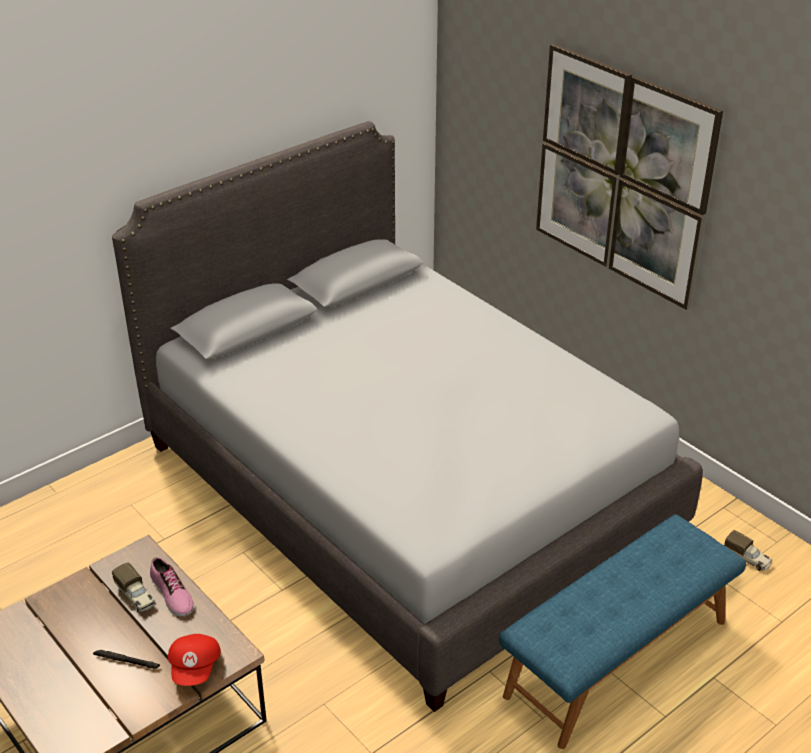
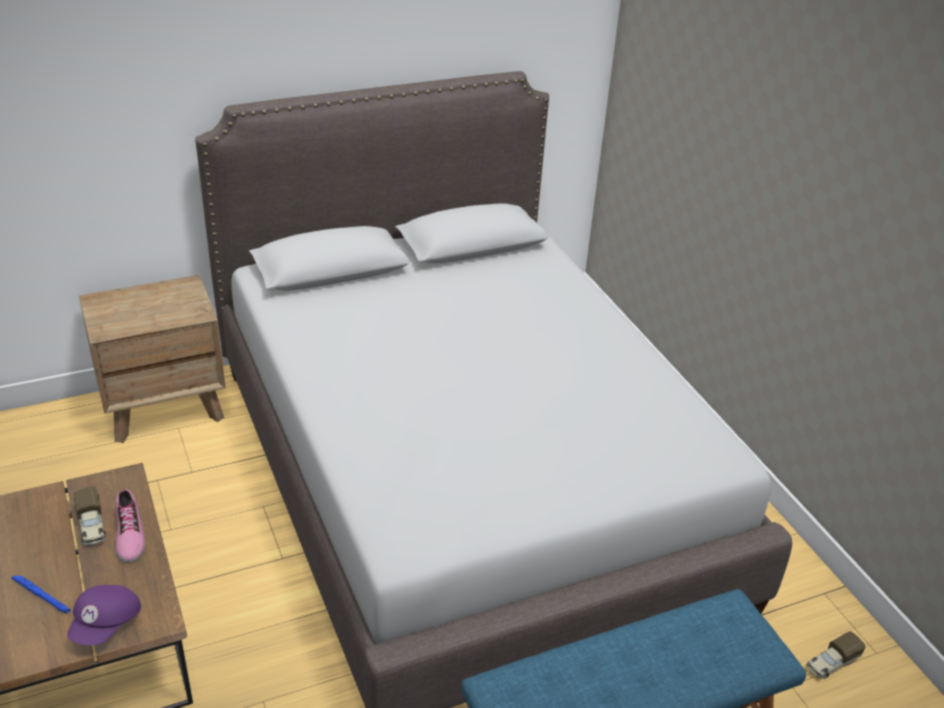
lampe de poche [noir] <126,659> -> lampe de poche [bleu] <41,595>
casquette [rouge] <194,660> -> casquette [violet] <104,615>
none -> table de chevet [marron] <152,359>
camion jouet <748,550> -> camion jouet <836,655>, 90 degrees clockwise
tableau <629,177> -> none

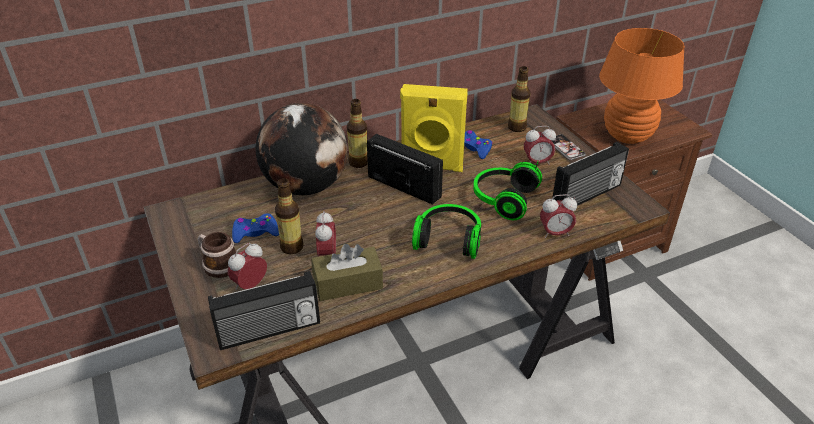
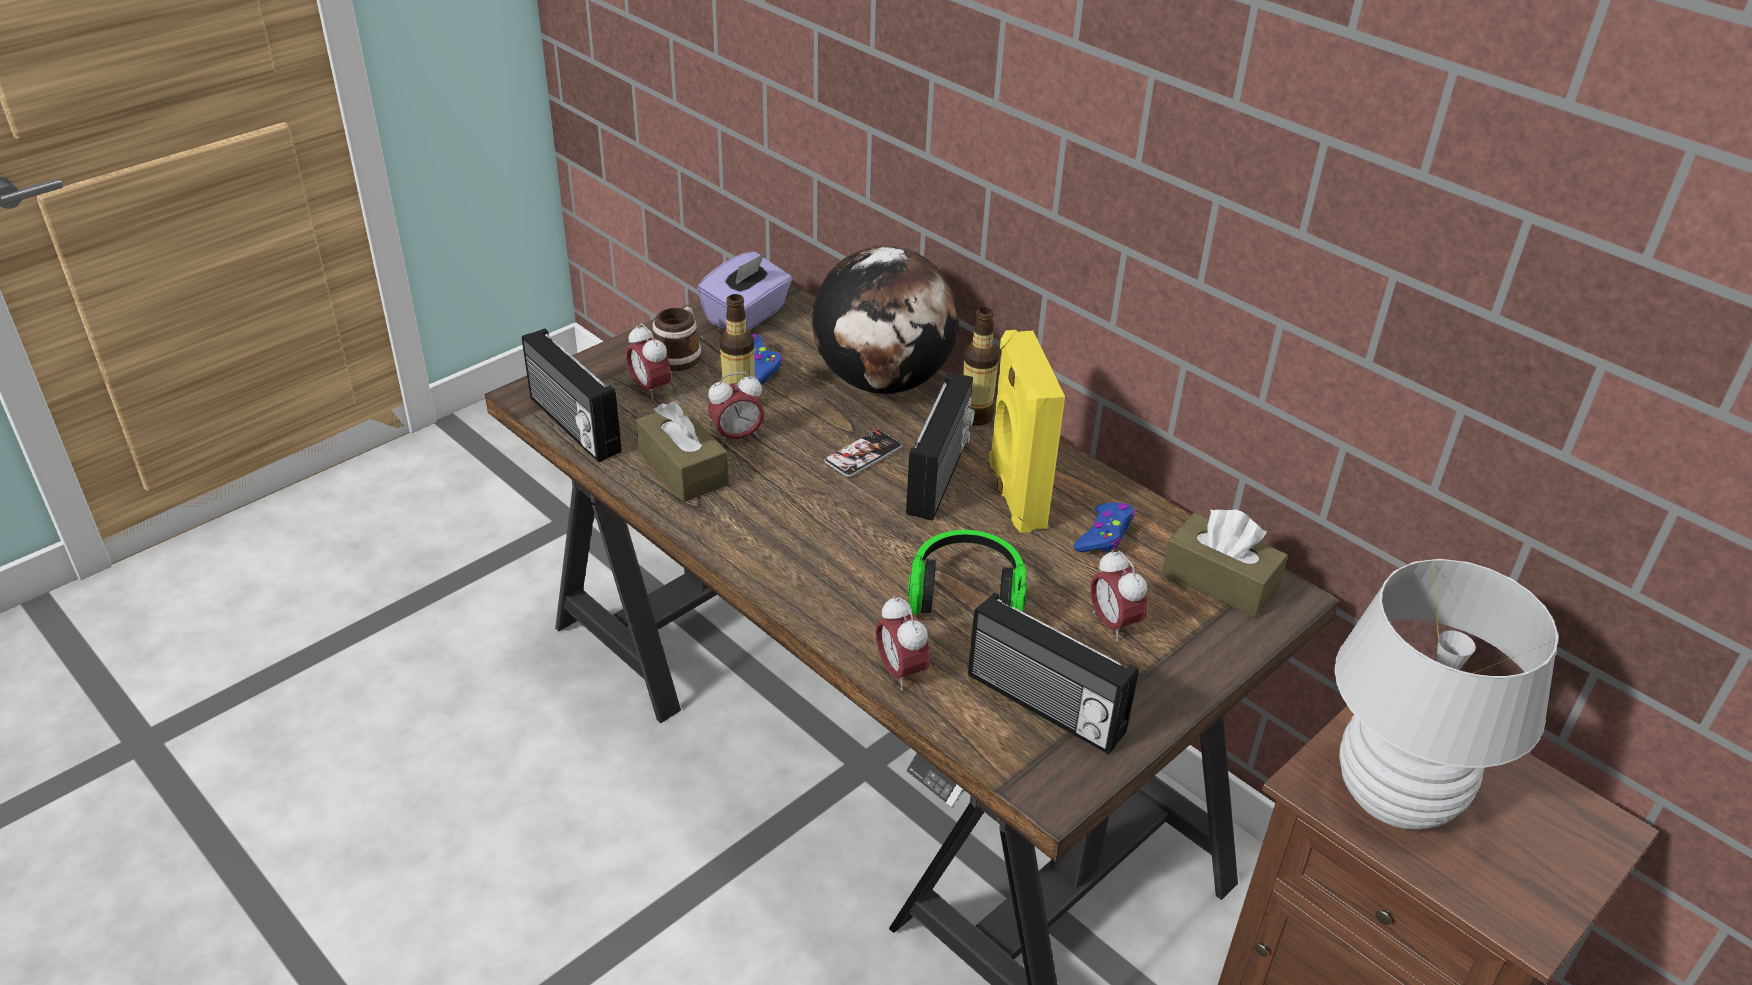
réveil <247,266> -> réveil <648,362>, 150 degrees counterclockwise
none -> boîte à mouchoirs [violet] <744,290>
téléphone <569,147> -> téléphone <863,453>, shifted
bouteille <519,99> -> boîte à mouchoirs [marron] <1225,563>
lampe de table [orange] <642,86> -> lampe de table [blanc] <1446,694>
casque audio <446,231> -> none

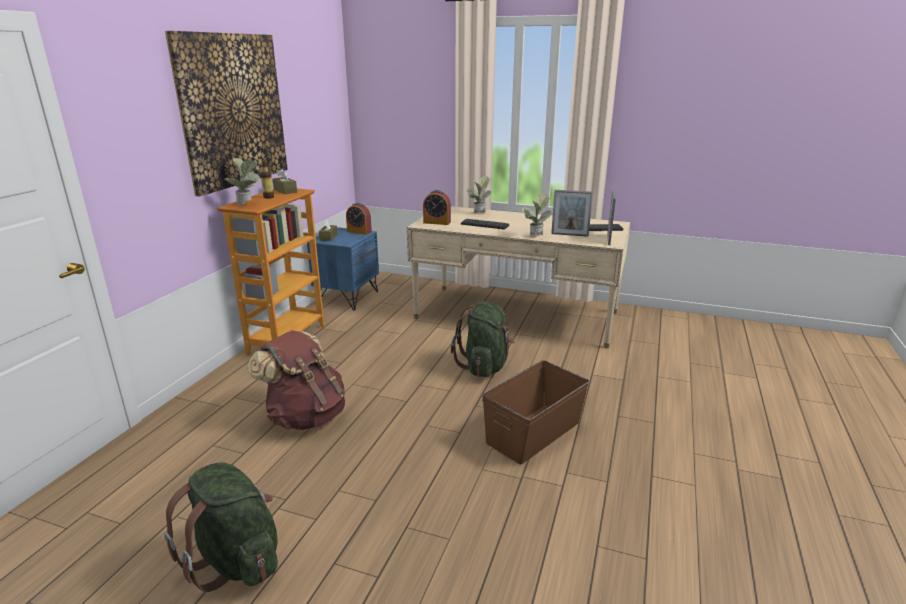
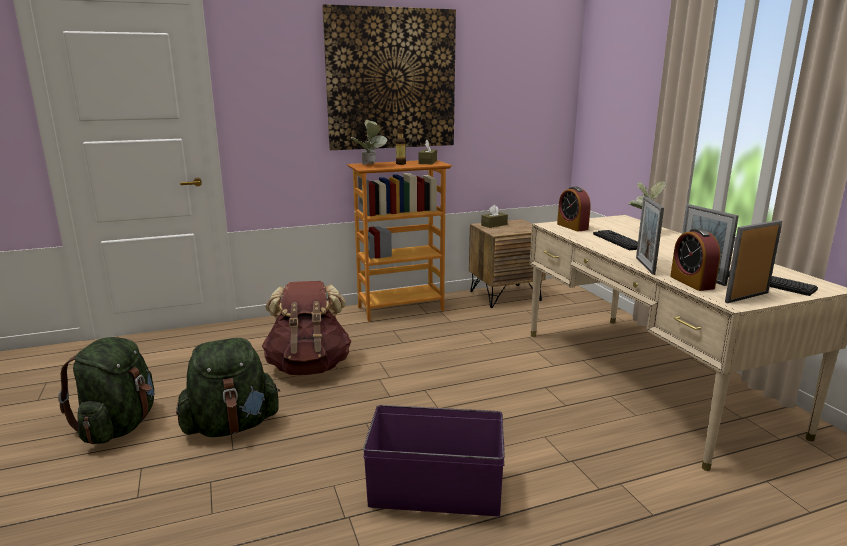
sac à dos [vert] <483,339> -> sac à dos [vert] <228,387>, shifted
boîte de rangement [marron] <536,412> -> boîte de rangement [violet] <434,460>
table de chevet [bleu] <343,268> -> table de chevet [marron] <507,263>
plante en pot <537,214> -> cadre photo <650,235>
réveil <359,219> -> réveil <695,259>, shifted

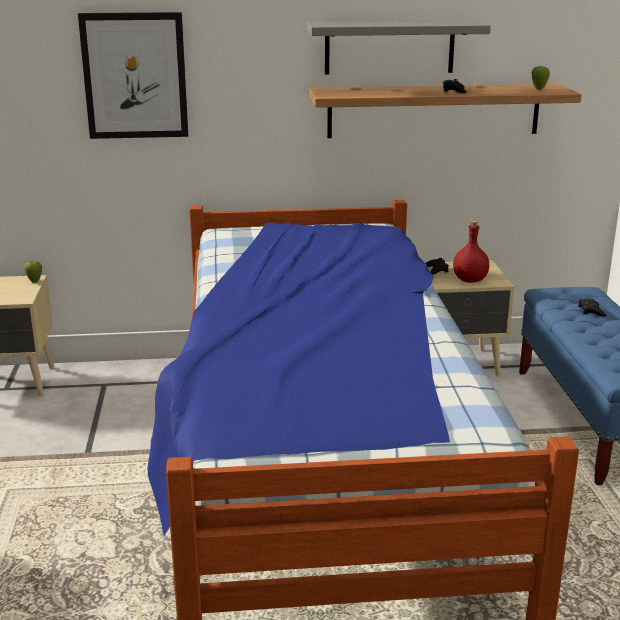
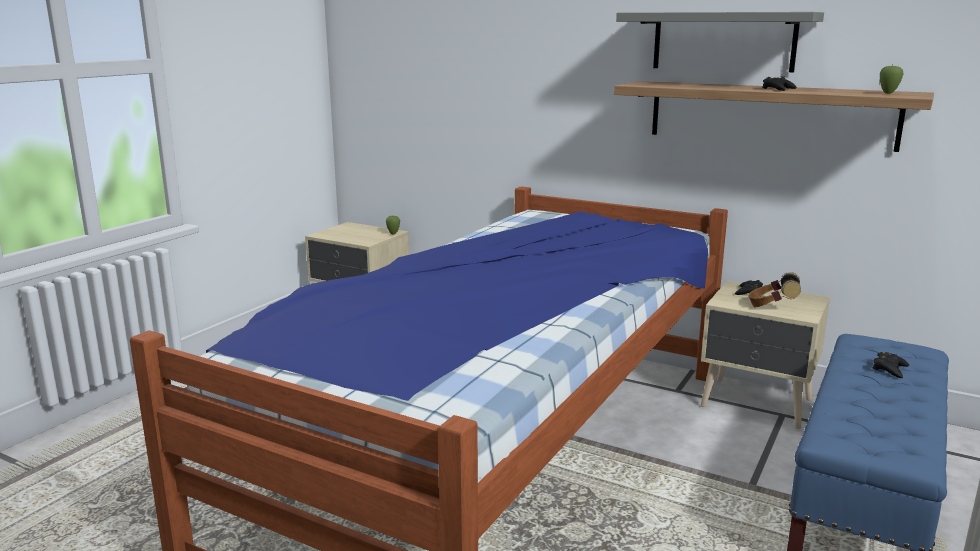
bouteille [rouge] <471,252> -> casque audio <774,289>
tableau <133,75> -> none

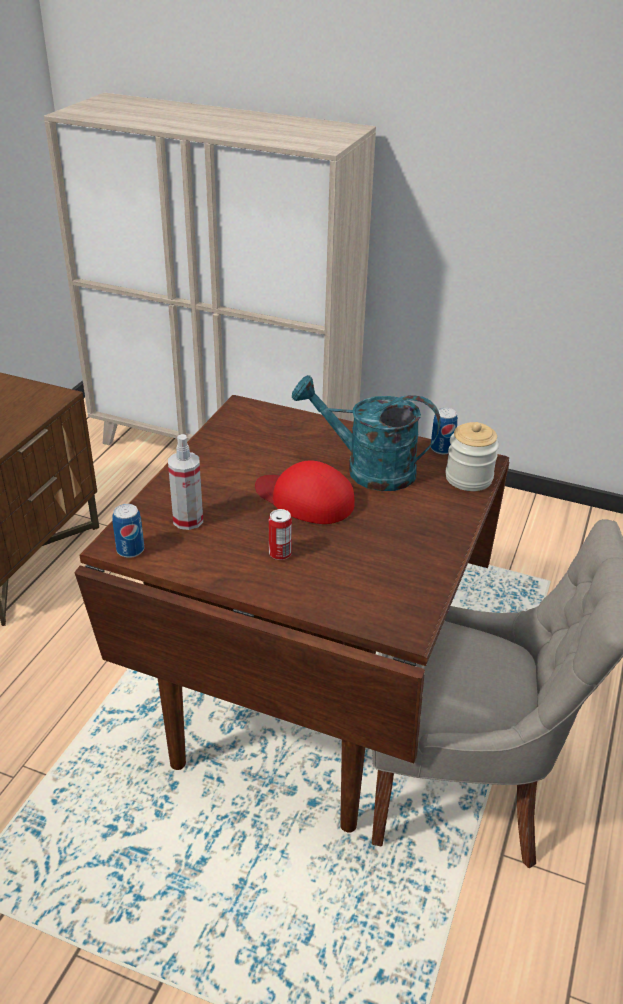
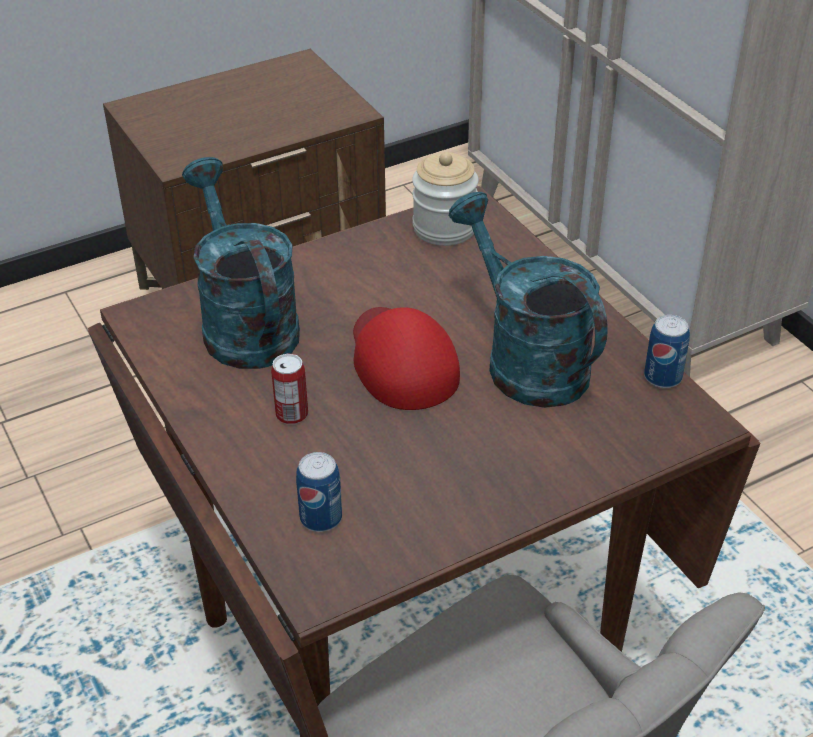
vaporisateur <185,482> -> arrosoir [turquoise] <241,263>
boîte métallique <128,531> -> boîte métallique <319,492>, shifted
bocal <472,456> -> bocal <445,199>, shifted

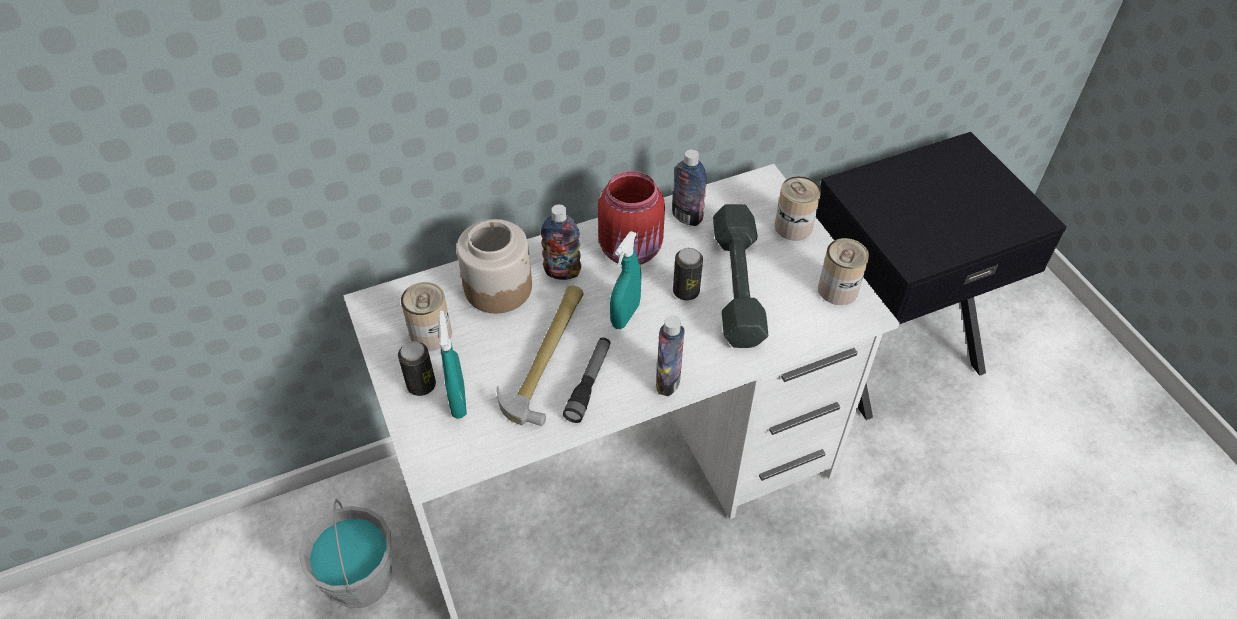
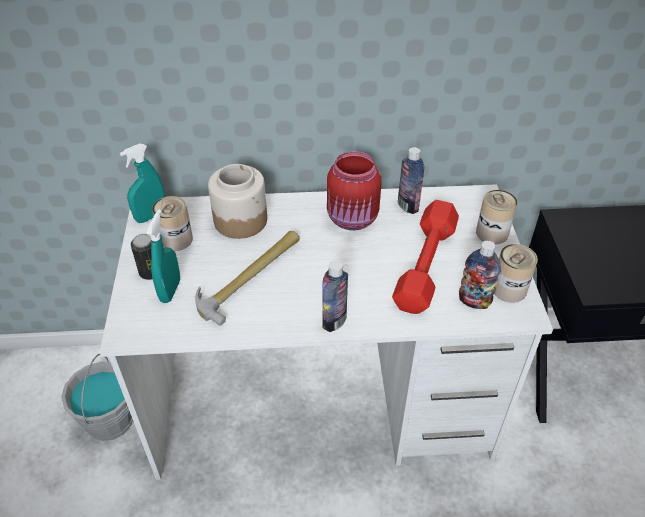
vaporisateur [turquoise] <625,280> -> vaporisateur [turquoise] <142,183>, shifted
haltère [gris] <740,276> -> haltère [rouge] <425,257>
bouteille <560,242> -> bouteille <480,275>, shifted
lampe de poche <586,380> -> none
boîte métallique <688,274> -> none

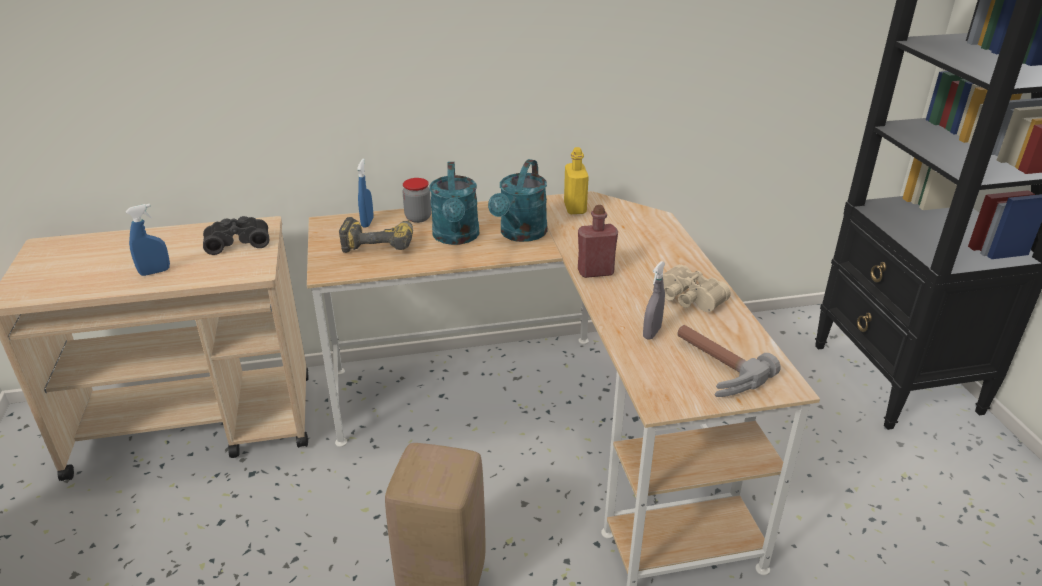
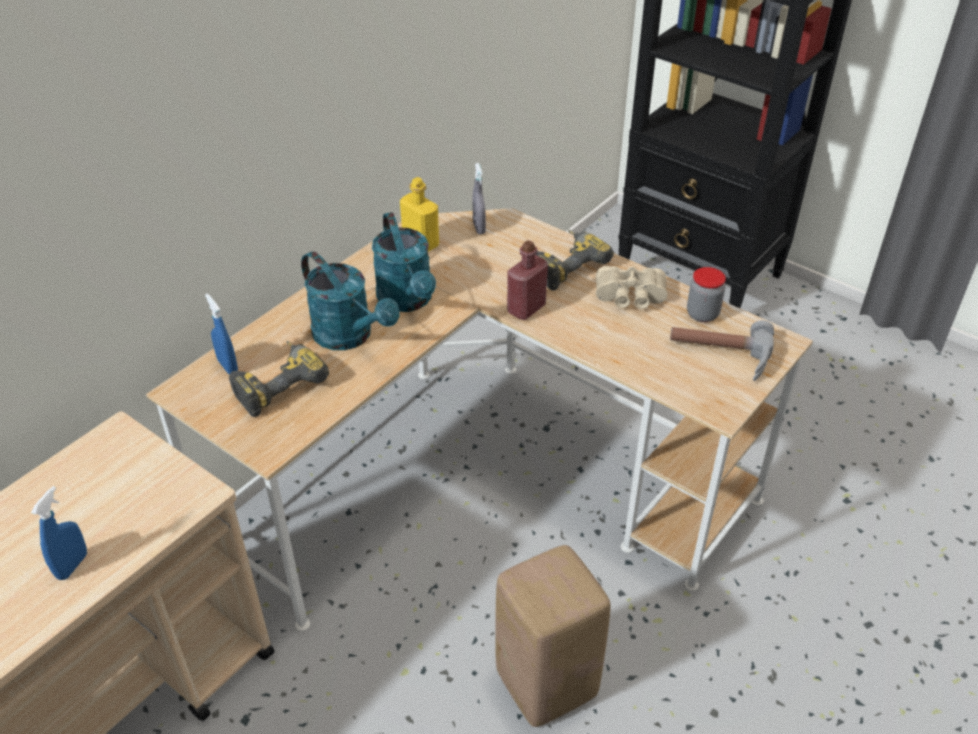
vaporisateur [gris] <654,300> -> vaporisateur [gris] <479,198>, shifted
none -> perceuse <574,260>
bocal <417,200> -> bocal <706,294>, shifted
jumelles [noir] <236,235> -> none

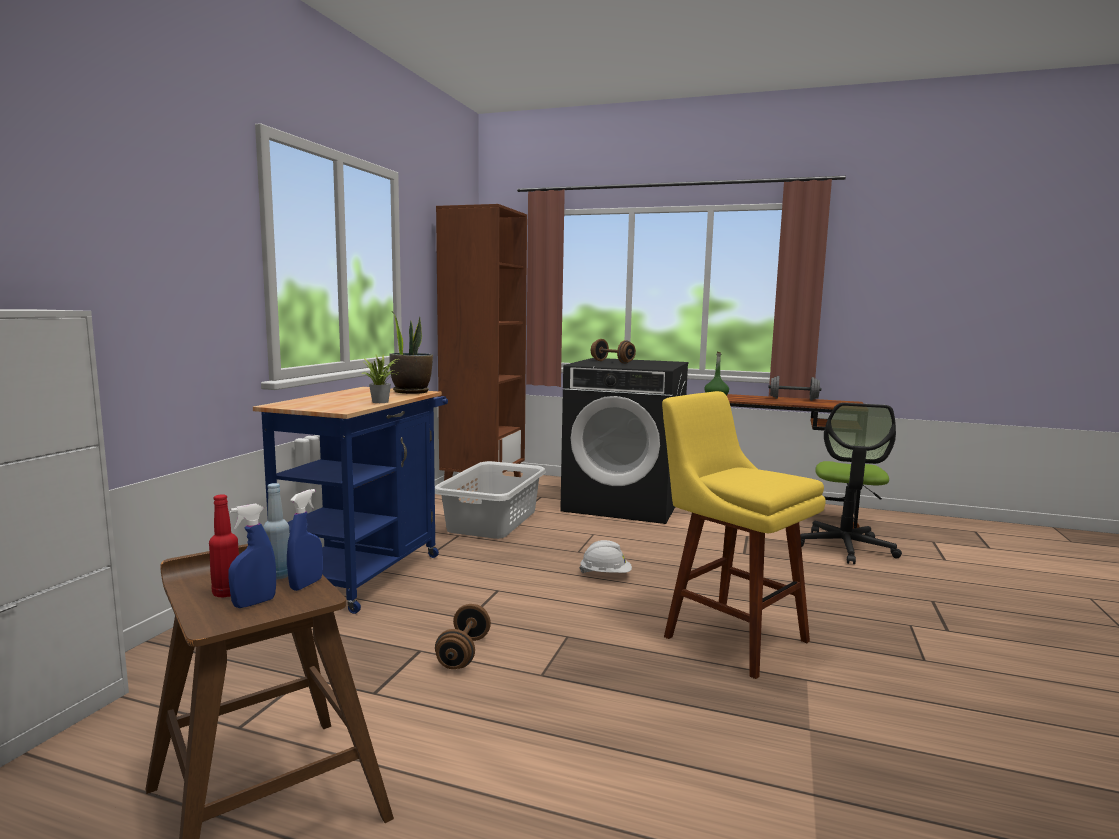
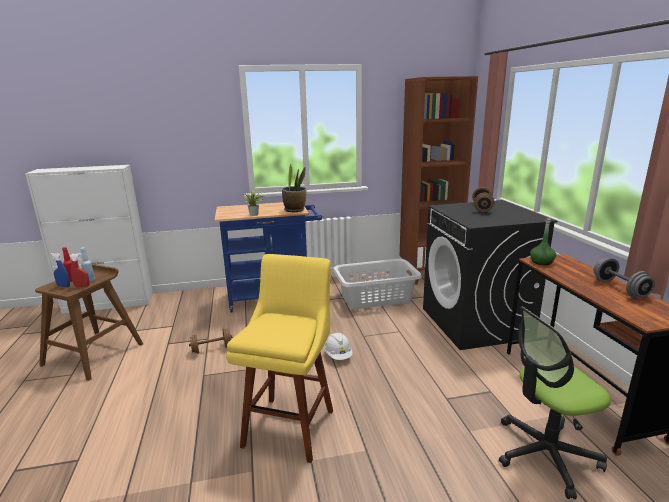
vaporisateur [bleu] <305,540> -> vaporisateur [rouge] <80,270>

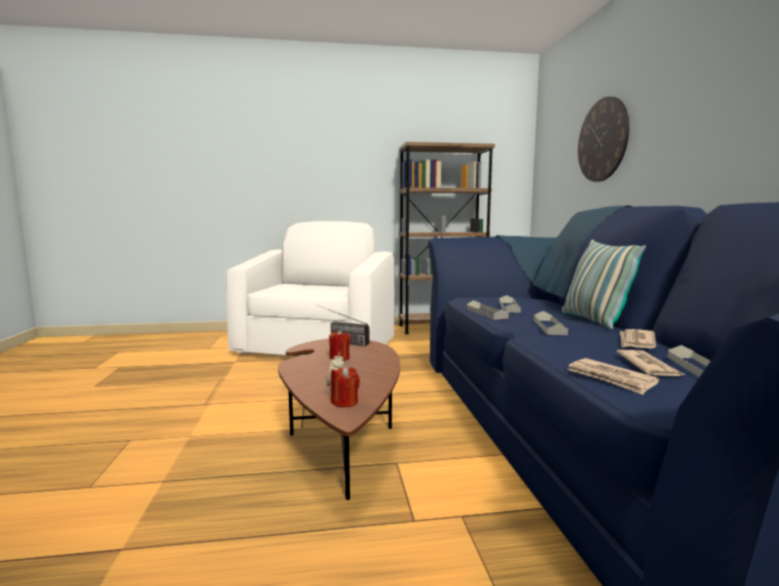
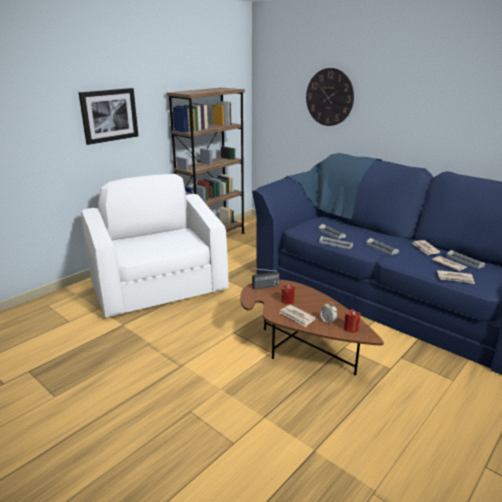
none -> tableau <108,116>
none -> journal <298,315>
coussin <604,284> -> none

